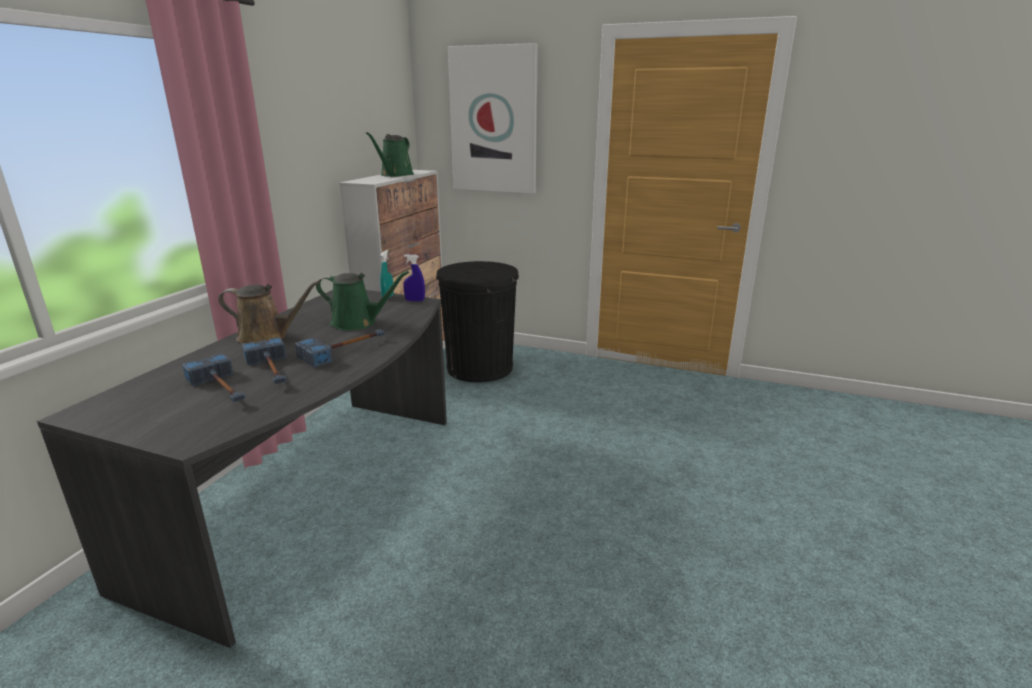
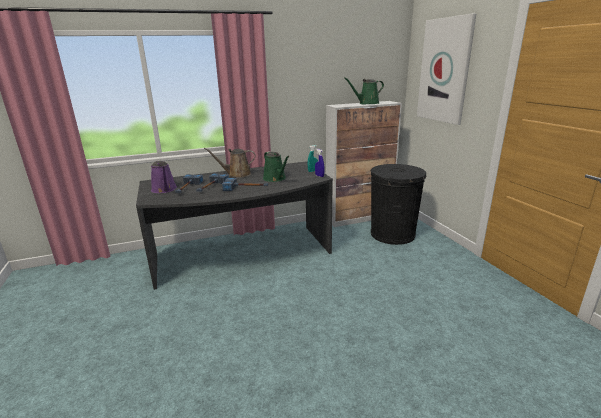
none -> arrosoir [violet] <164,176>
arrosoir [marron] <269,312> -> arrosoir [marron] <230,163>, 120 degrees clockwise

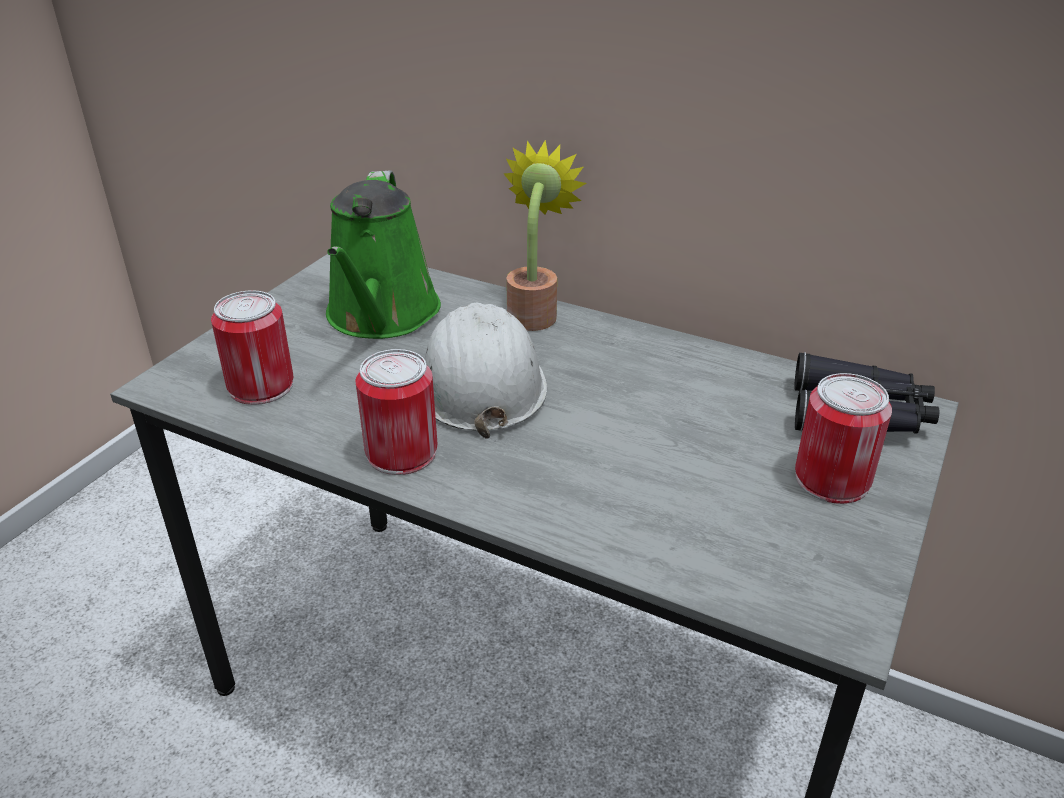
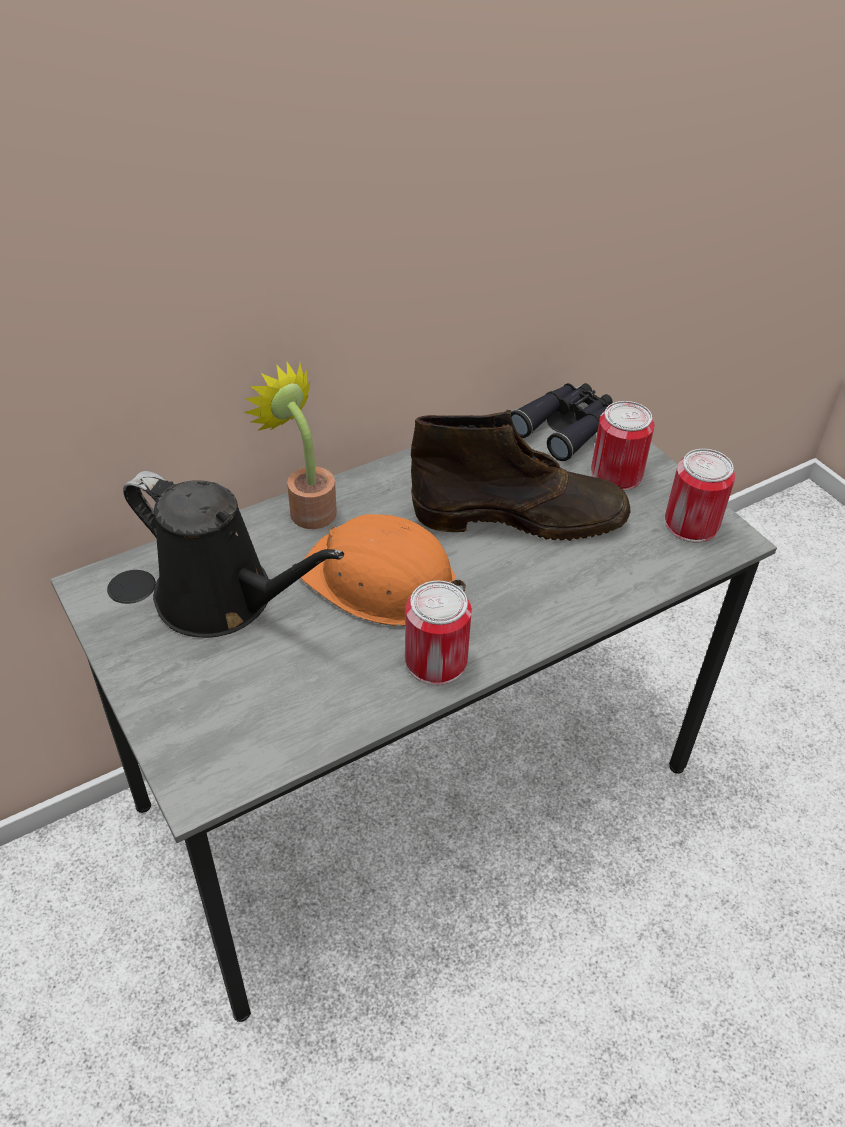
arrosoir [vert] <383,254> -> arrosoir [noir] <233,554>
casque de chantier [blanc] <486,370> -> casque de chantier [orange] <383,570>
none -> botte [marron] <520,475>
boîte métallique <252,347> -> boîte métallique <700,496>, shifted

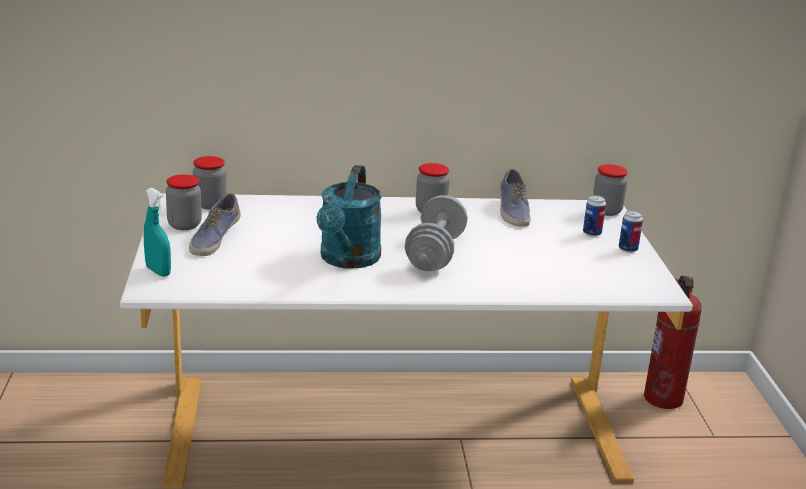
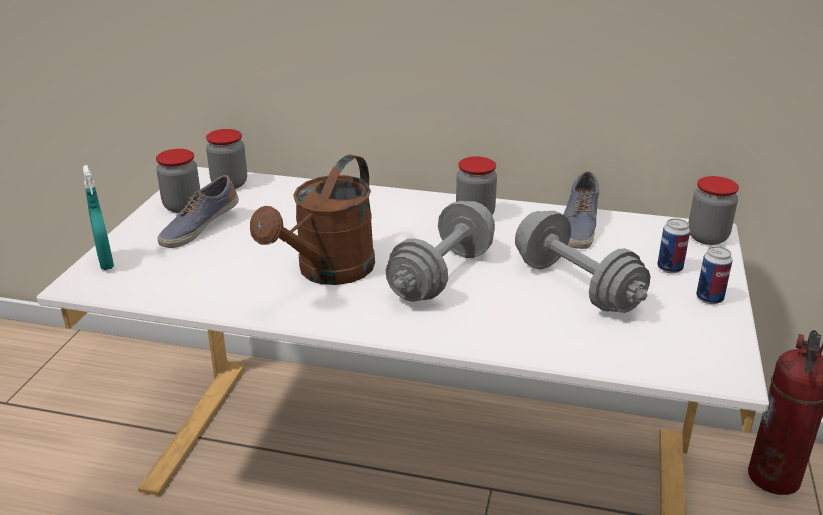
arrosoir [turquoise] <349,217> -> arrosoir [marron] <312,219>
none -> haltère [gris] <582,262>

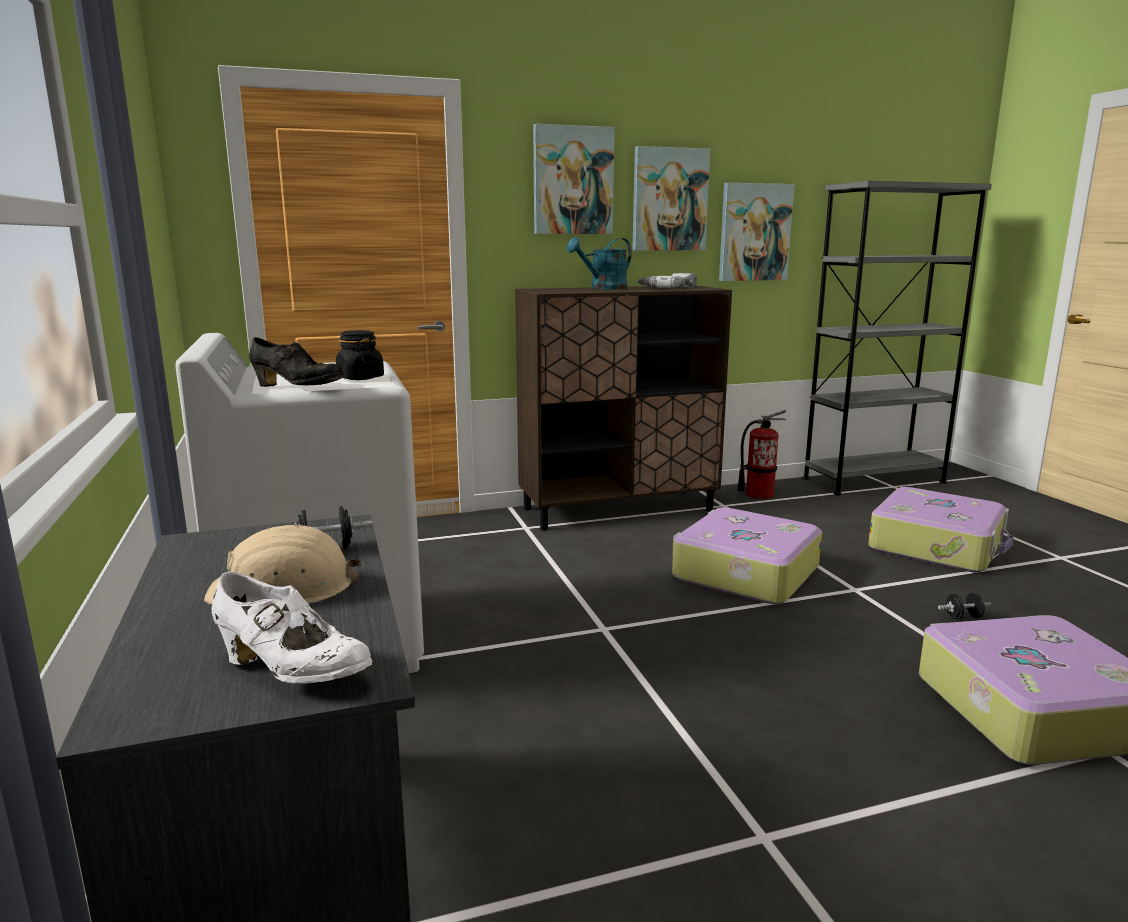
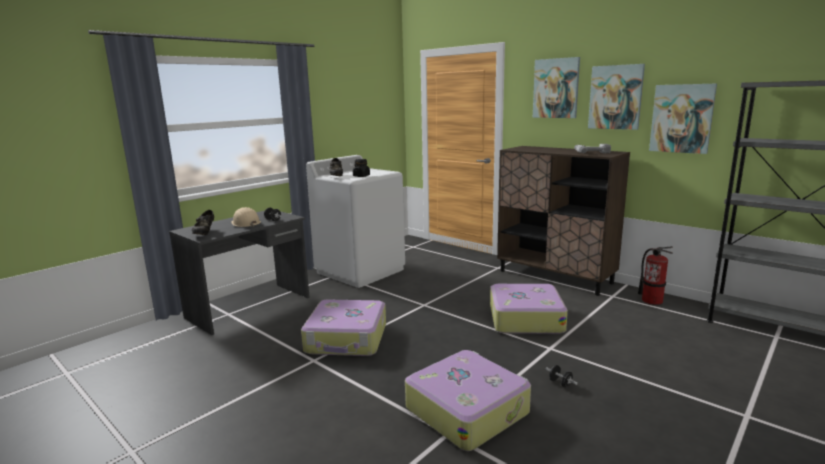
chaussure [blanc] <292,628> -> chaussure [noir] <203,222>
valise <941,529> -> valise <343,328>, shifted
arrosoir [turquoise] <599,263> -> none

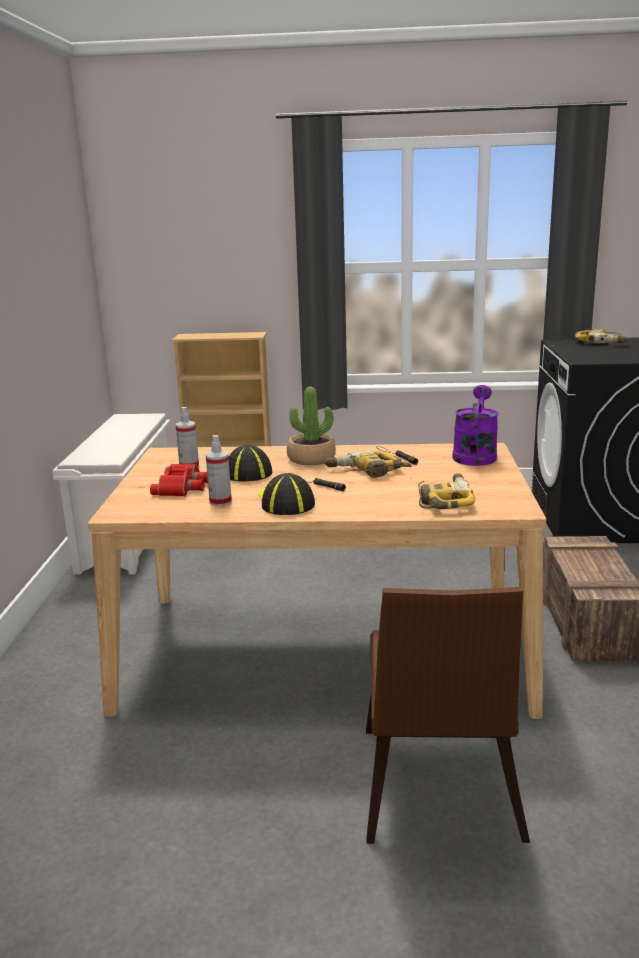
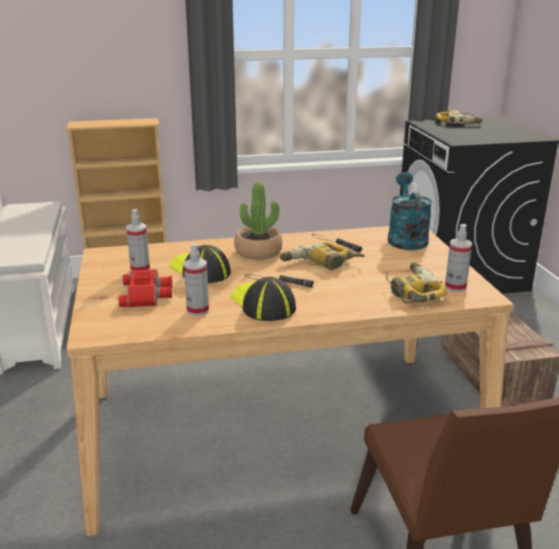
arrosoir [violet] <475,425> -> arrosoir [turquoise] <410,211>
none -> vaporisateur <458,258>

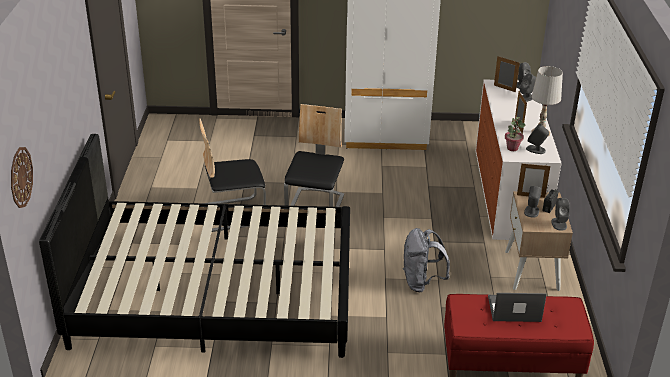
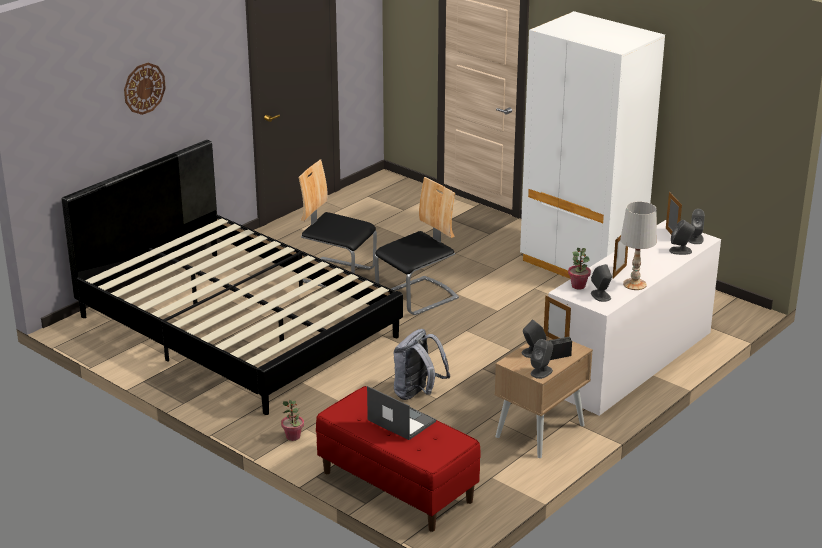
horloge murale <22,177> -> horloge murale <145,89>, shifted
none -> plante en pot <292,420>

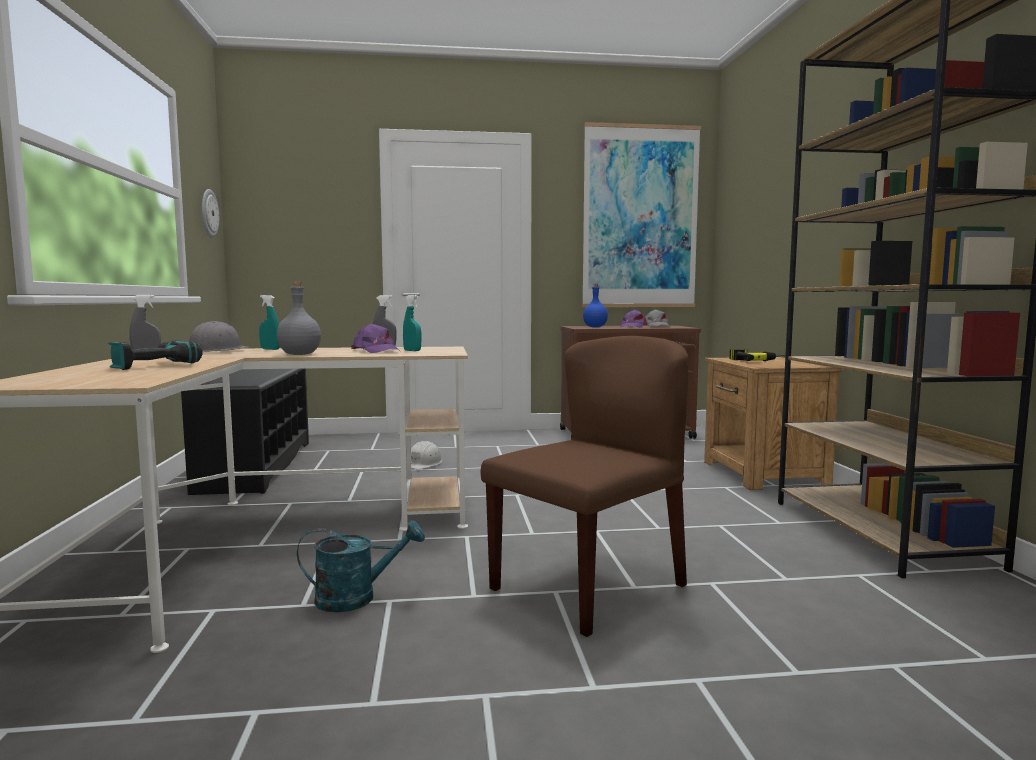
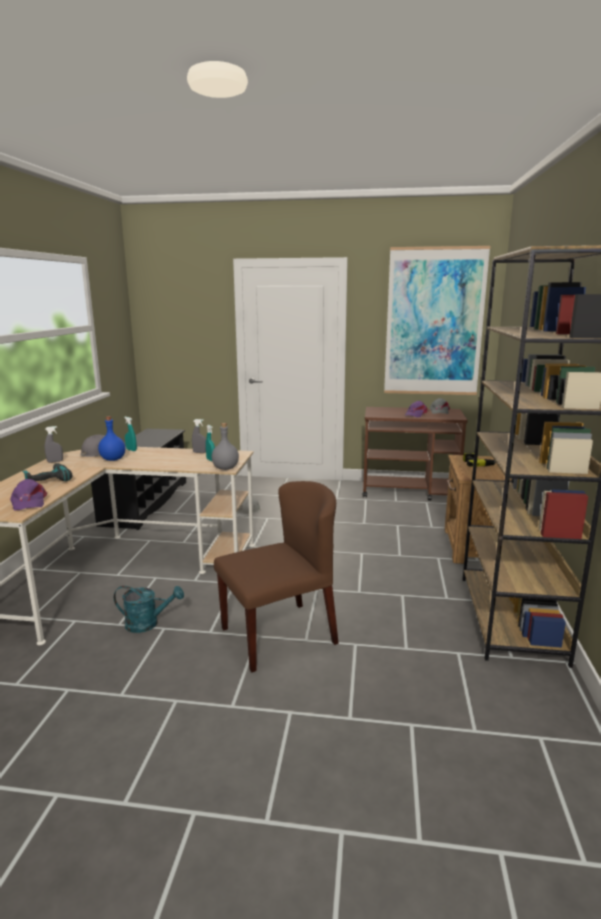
casquette [violet] <375,338> -> casquette [violet] <28,494>, shifted
bouteille [bleu] <595,305> -> bouteille [bleu] <111,438>, shifted
bouteille [gris] <299,318> -> bouteille [gris] <225,446>, shifted
horloge murale <210,213> -> none

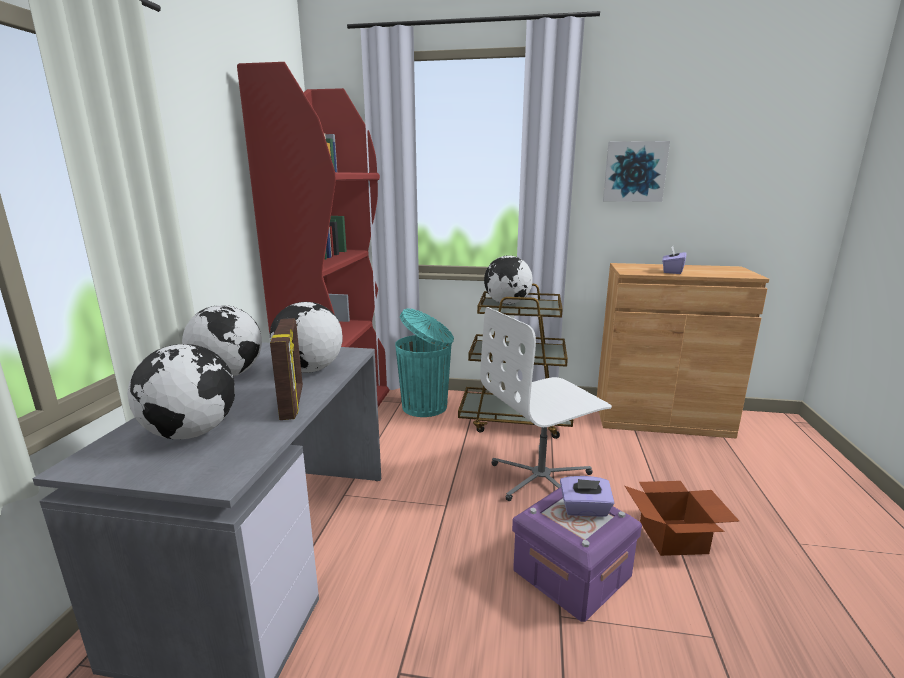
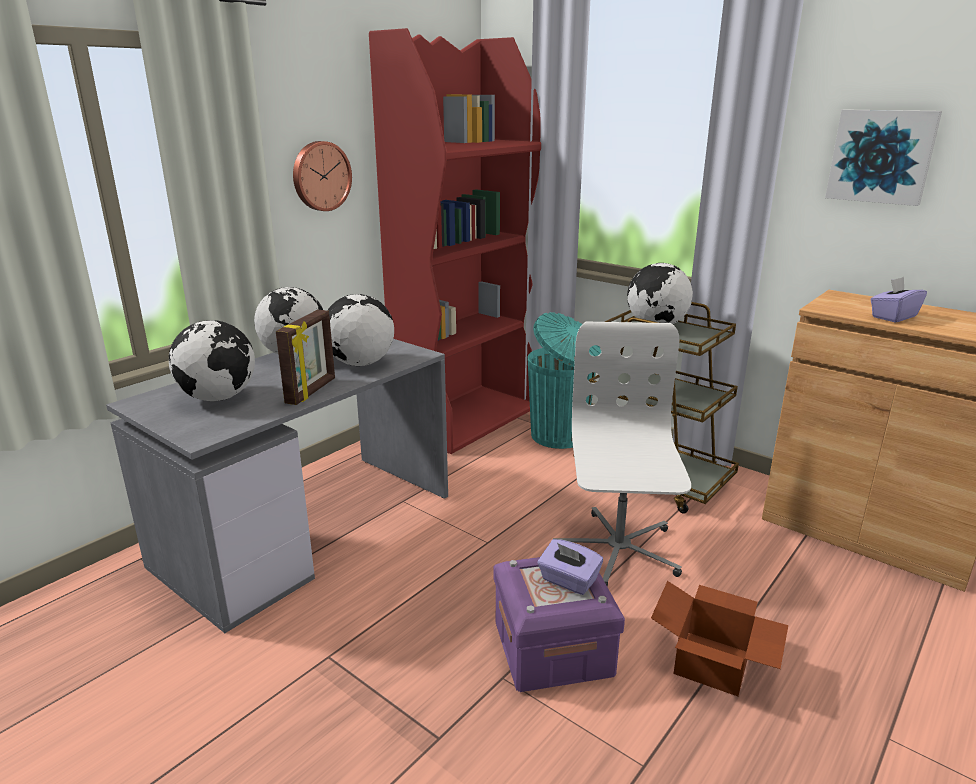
none -> horloge murale <322,176>
chaise de bureau [blanc] <546,404> -> chaise de bureau [blanc] <622,454>, 90 degrees clockwise

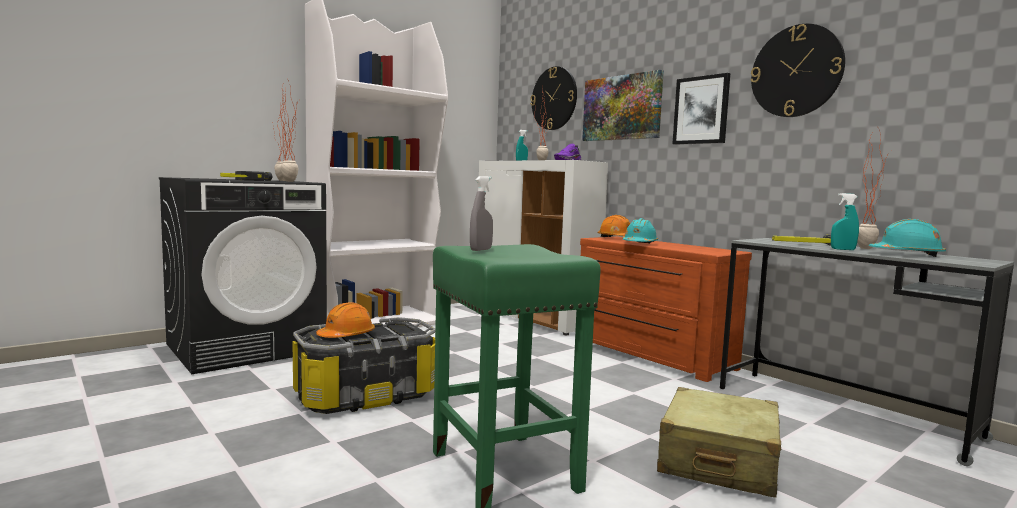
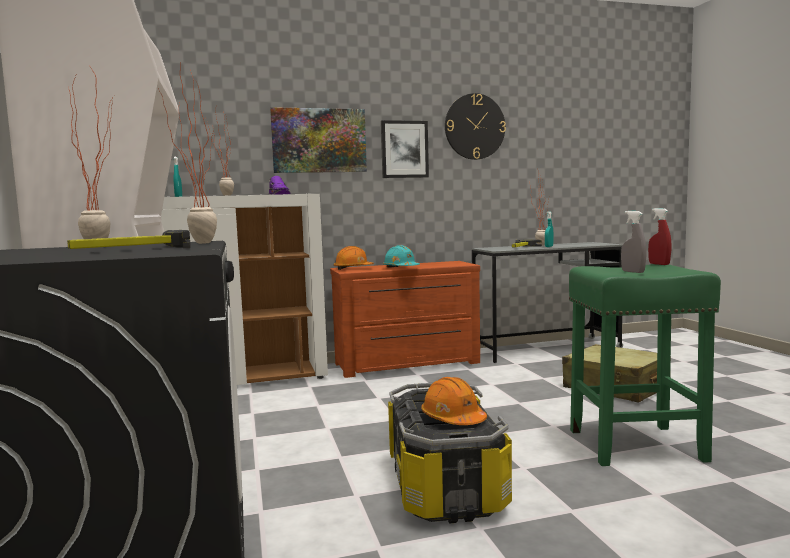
none -> vaporisateur [rouge] <659,236>
horloge murale <553,98> -> none
casque de chantier [turquoise] <907,238> -> none

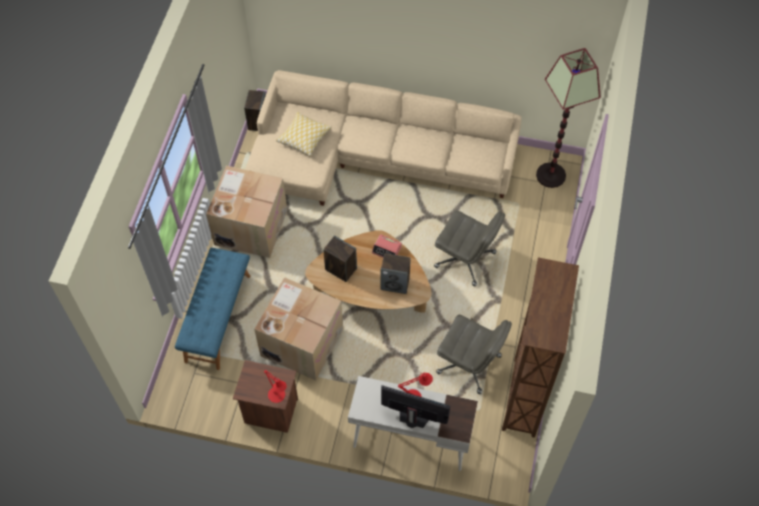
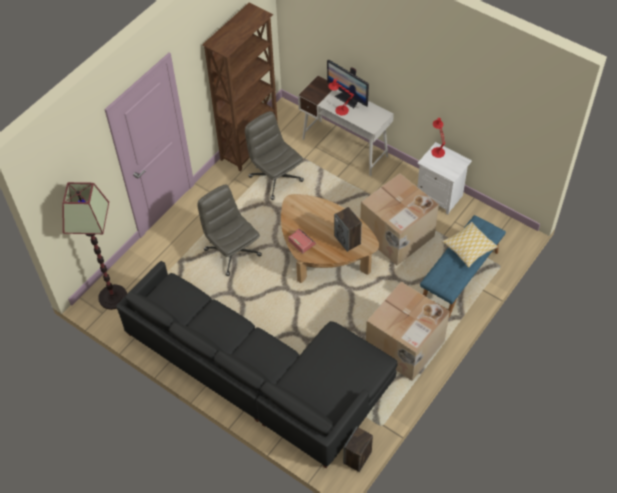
canapé [beige] <384,138> -> canapé [noir] <257,364>
table de chevet [marron] <265,396> -> table de chevet [blanc] <444,178>
coussin <304,134> -> coussin <470,245>, shifted
enceinte <396,273> -> none

